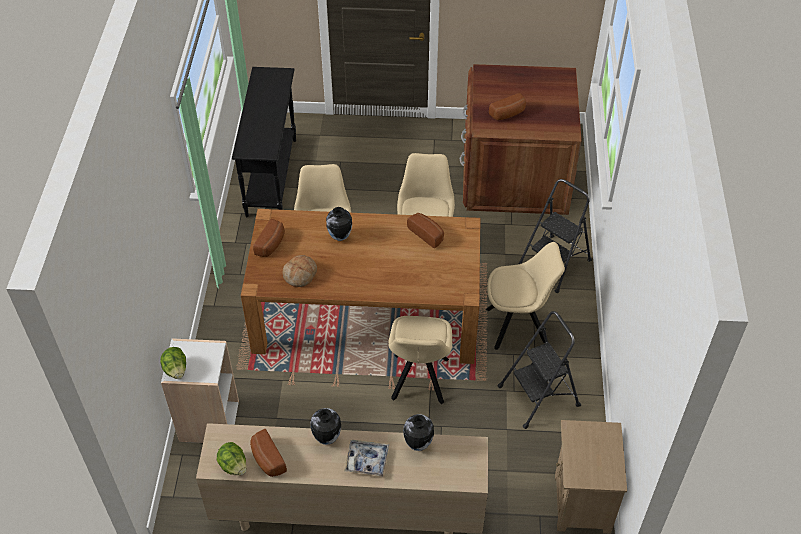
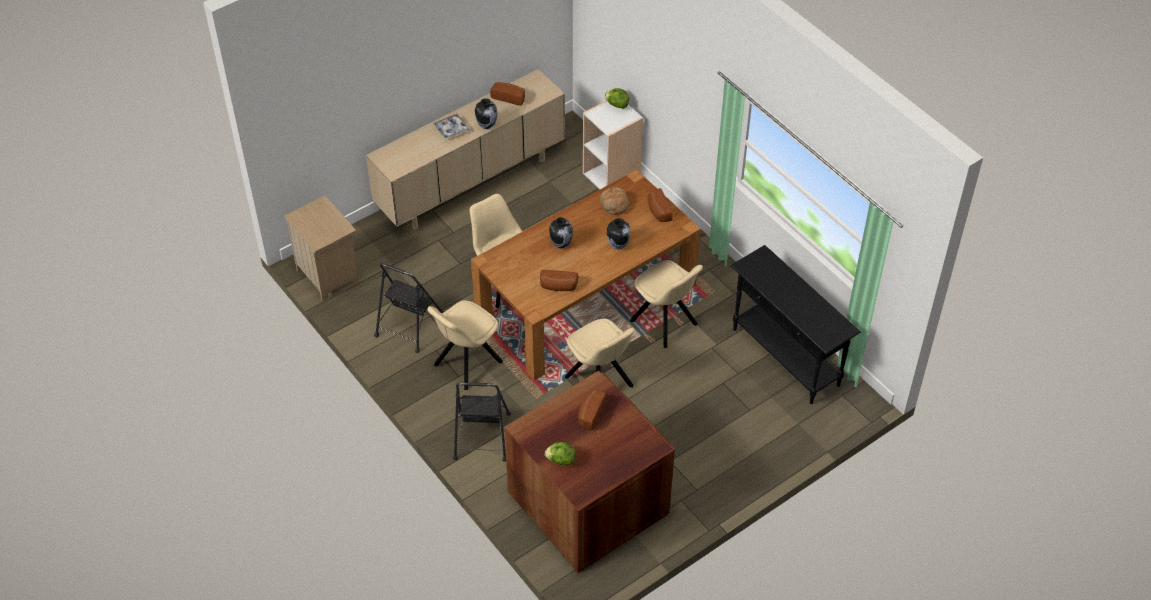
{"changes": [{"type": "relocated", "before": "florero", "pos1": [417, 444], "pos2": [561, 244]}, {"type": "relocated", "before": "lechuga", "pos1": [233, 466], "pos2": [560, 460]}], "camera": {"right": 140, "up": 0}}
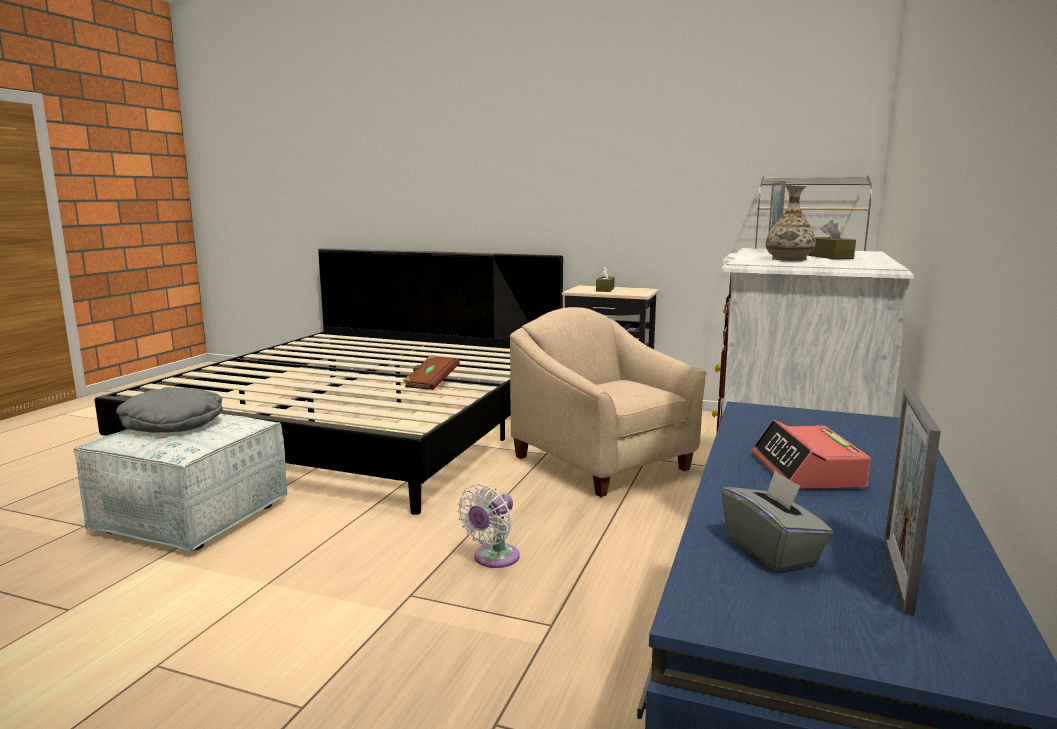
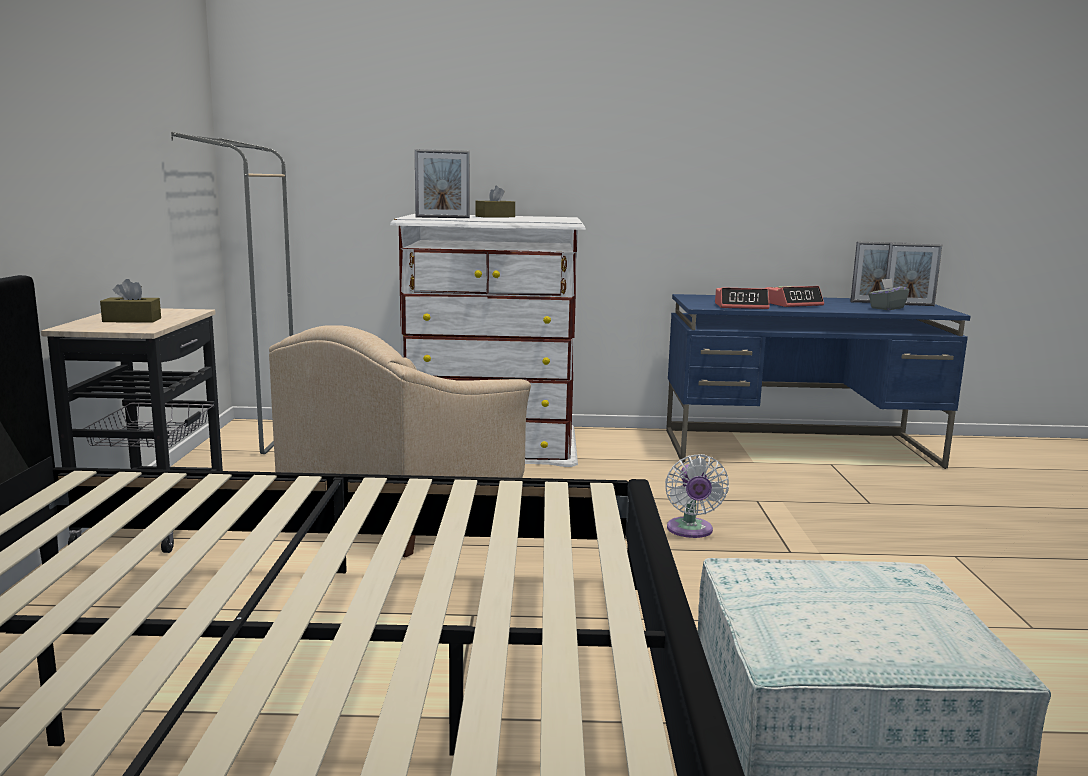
{"changes": [{"type": "missing", "before": "florero", "pos1": [789, 259]}, {"type": "missing", "before": "libro (marrón)", "pos1": [431, 383]}, {"type": "missing", "before": "cojín (gris)", "pos1": [175, 424]}, {"type": "spun", "before": "ventilador (blanco)", "pos1": [493, 558], "pos2": [690, 531], "turn": 75}, {"type": "appeared", "after": "portarretratos", "pos2": [908, 305]}, {"type": "appeared", "after": "despertador", "pos2": [741, 306]}], "camera": {"right": -110, "up": 0}}
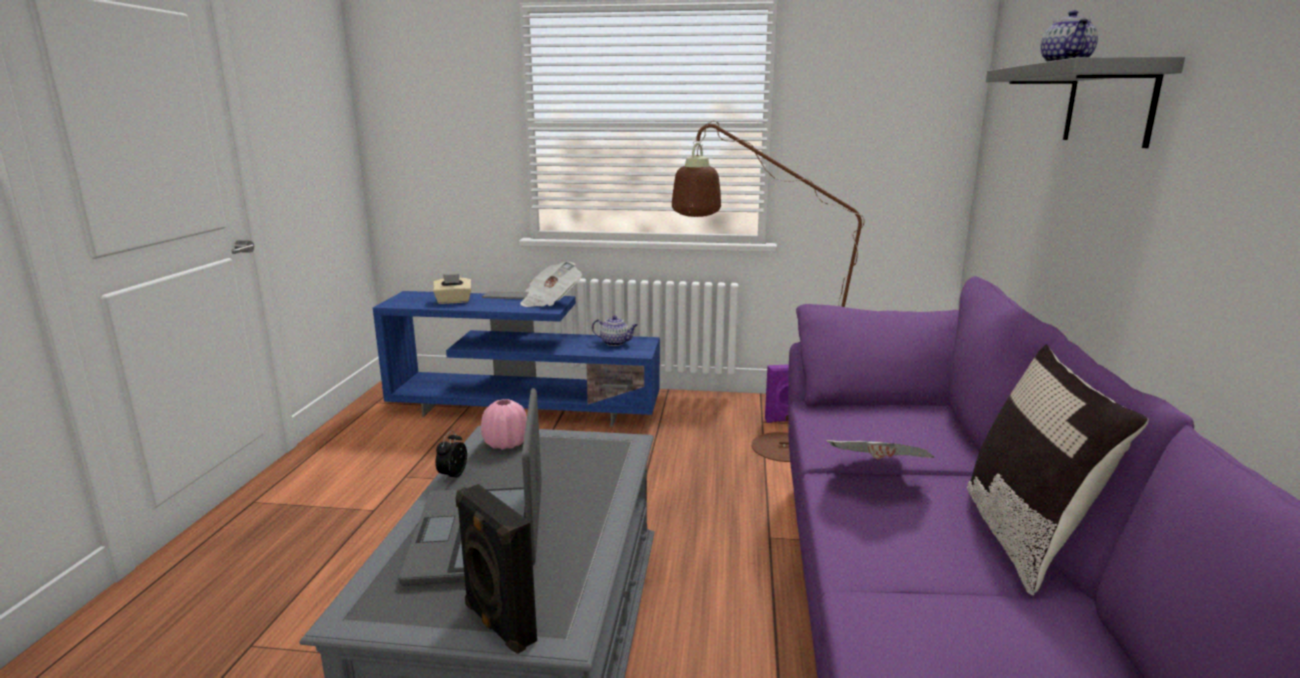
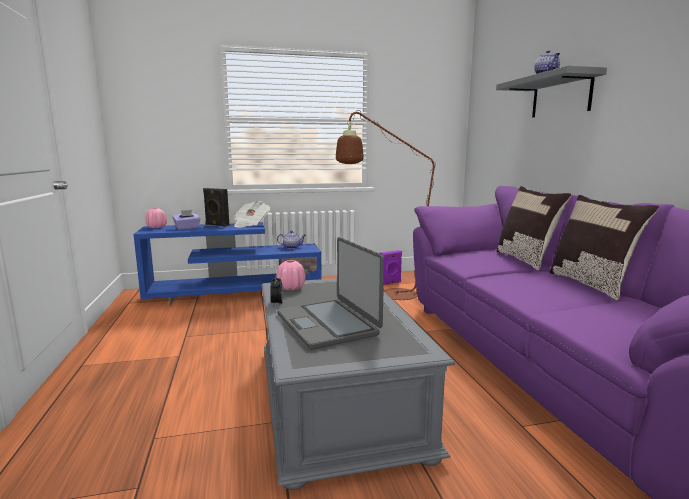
{"changes": [{"type": "colour", "before": "caja de pañuelos (beis)", "after": "caja de pañuelos (morado)", "pos1": [453, 301], "pos2": [187, 228]}, {"type": "missing", "before": "periódico", "pos1": [876, 475]}, {"type": "relocated", "before": "altavoz (negro)", "pos1": [498, 624], "pos2": [216, 225]}, {"type": "appeared", "after": "cojín", "pos2": [525, 260]}, {"type": "appeared", "after": "florero (rosa)", "pos2": [156, 227]}], "camera": {"right": -20, "up": -5}}
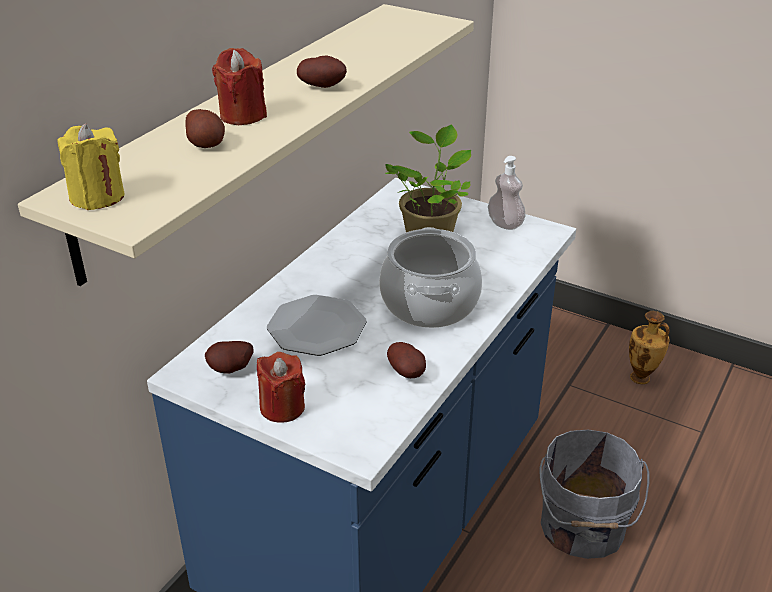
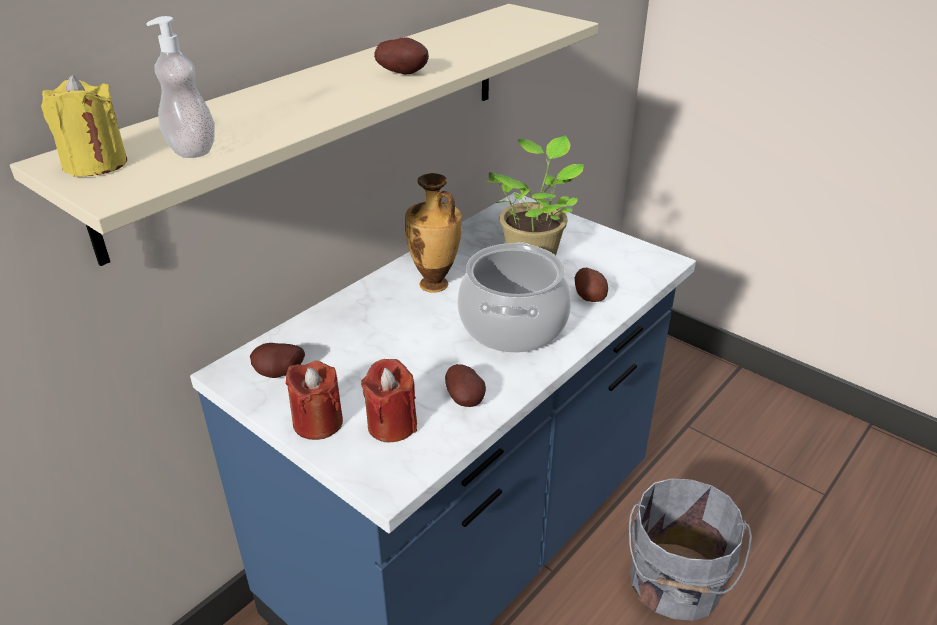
{"changes": [{"type": "relocated", "before": "vela (rojo)", "pos1": [243, 115], "pos2": [392, 425]}, {"type": "relocated", "before": "patata", "pos1": [206, 144], "pos2": [590, 296]}, {"type": "relocated", "before": "dispensador de jabón", "pos1": [505, 224], "pos2": [192, 150]}, {"type": "missing", "before": "plato", "pos1": [317, 328]}, {"type": "relocated", "before": "florero", "pos1": [641, 378], "pos2": [435, 285]}], "camera": {"right": 10, "up": 0}}
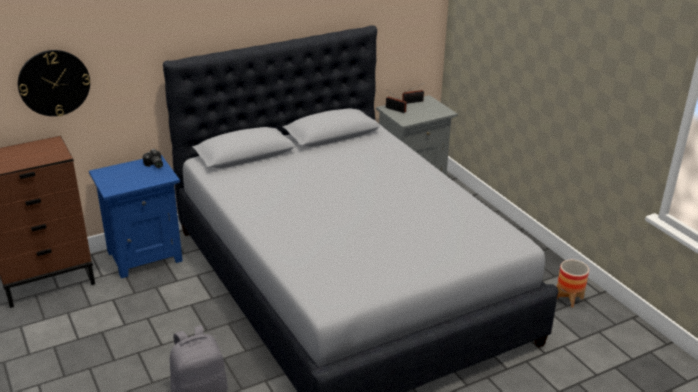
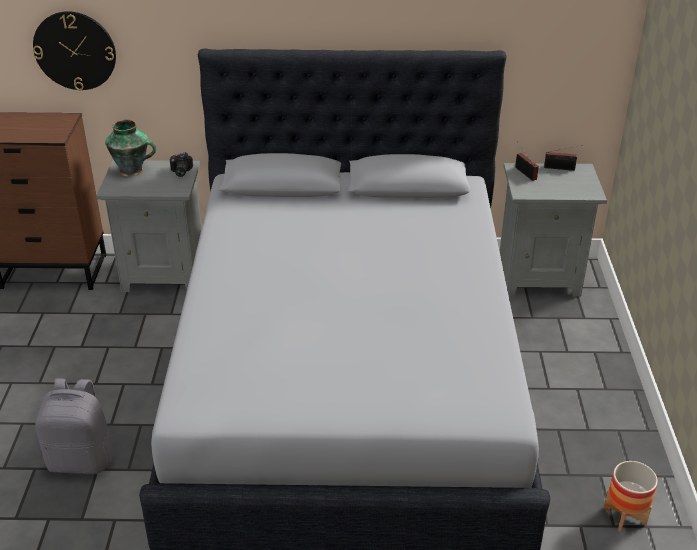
{"changes": [{"type": "colour", "before": "mesita de noche (azul)", "after": "mesita de noche (gris)", "pos1": [146, 257], "pos2": [164, 275]}, {"type": "appeared", "after": "florero", "pos2": [132, 171]}], "camera": {"right": 30, "up": 5}}
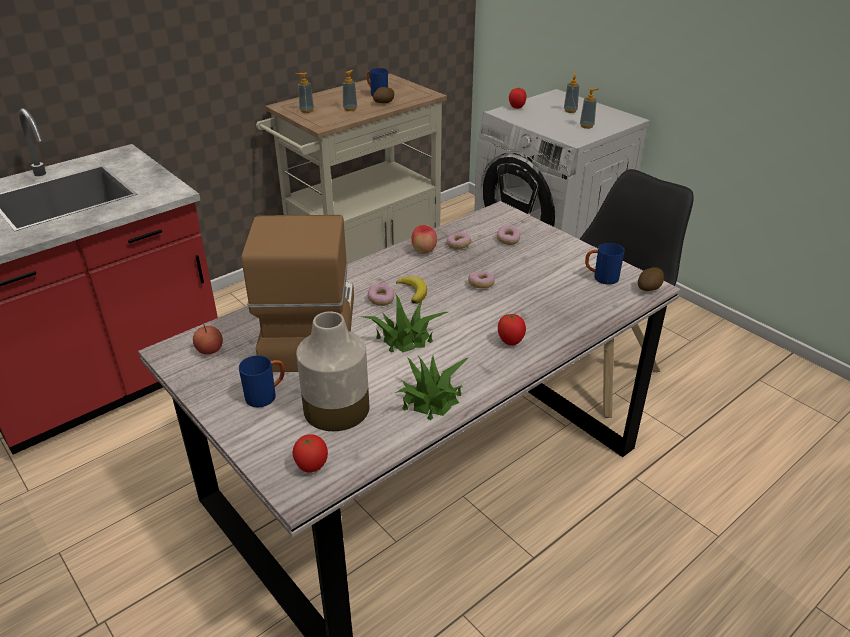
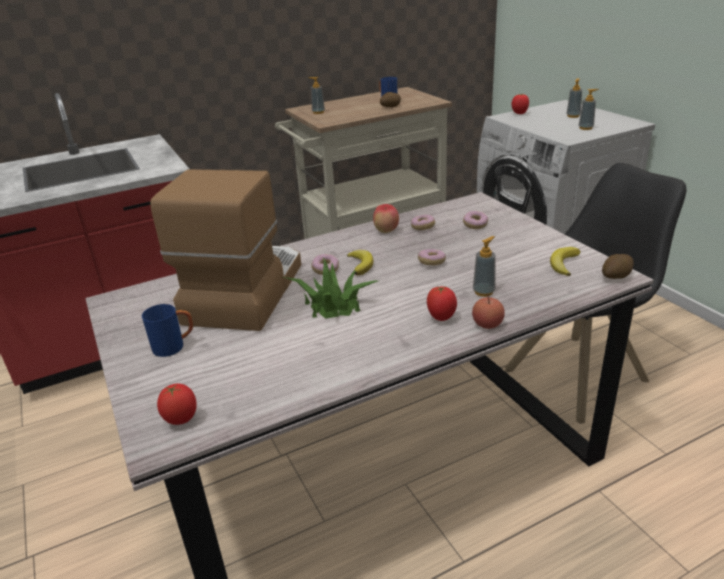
{"changes": [{"type": "relocated", "before": "dispensador de jabón", "pos1": [350, 109], "pos2": [484, 292]}, {"type": "exchanged", "before": "taza grande (azul)", "after": "plátano", "pos1": [601, 278], "pos2": [563, 264]}, {"type": "missing", "before": "florero (beis)", "pos1": [337, 408]}, {"type": "relocated", "before": "manzana", "pos1": [210, 350], "pos2": [487, 324]}, {"type": "missing", "before": "planta en maceta", "pos1": [431, 399]}], "camera": {"right": 15, "up": -5}}
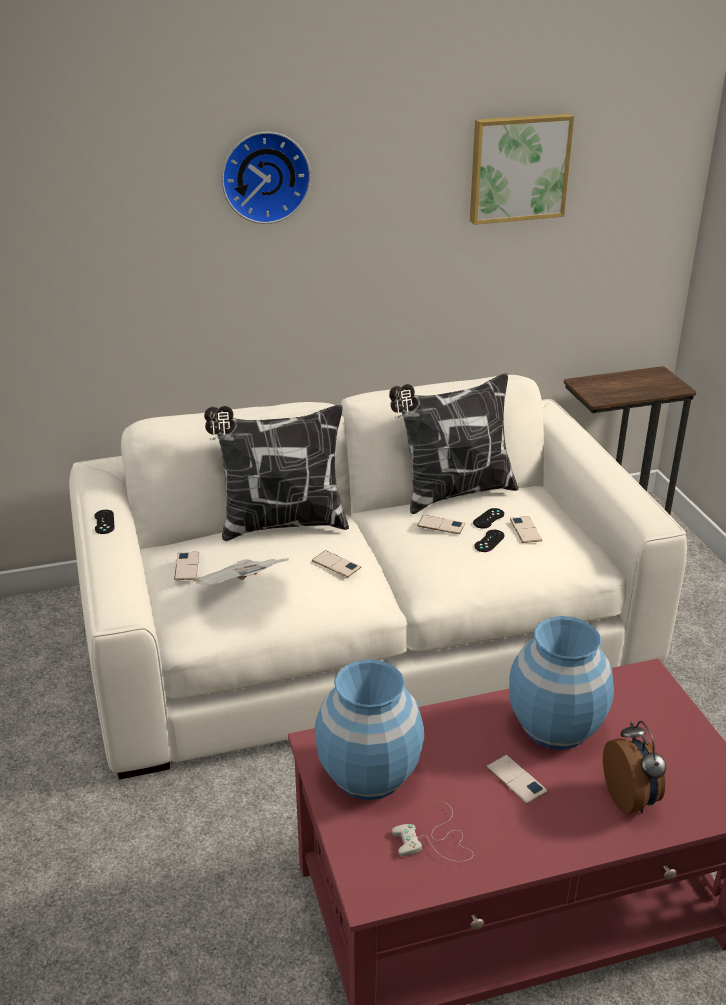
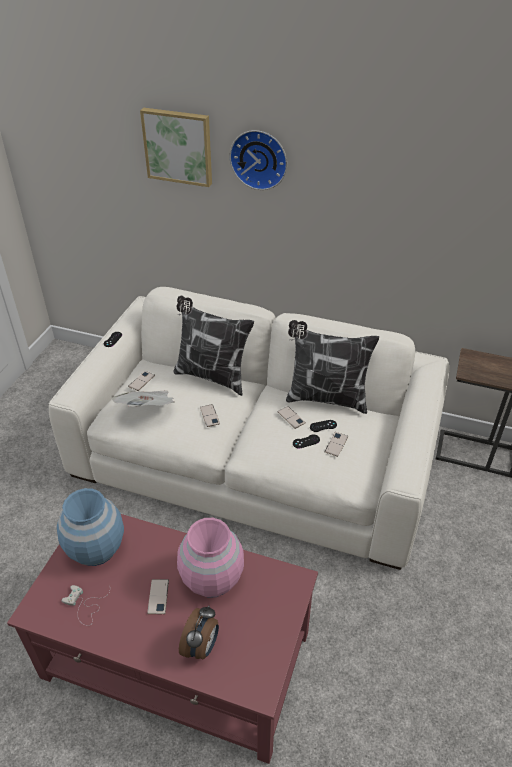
{"changes": [{"type": "relocated", "before": "cuadro", "pos1": [518, 168], "pos2": [178, 146]}, {"type": "colour", "before": "florero (azul)", "after": "florero (rosa)", "pos1": [556, 726], "pos2": [212, 579]}], "camera": {"right": 35, "up": 10}}
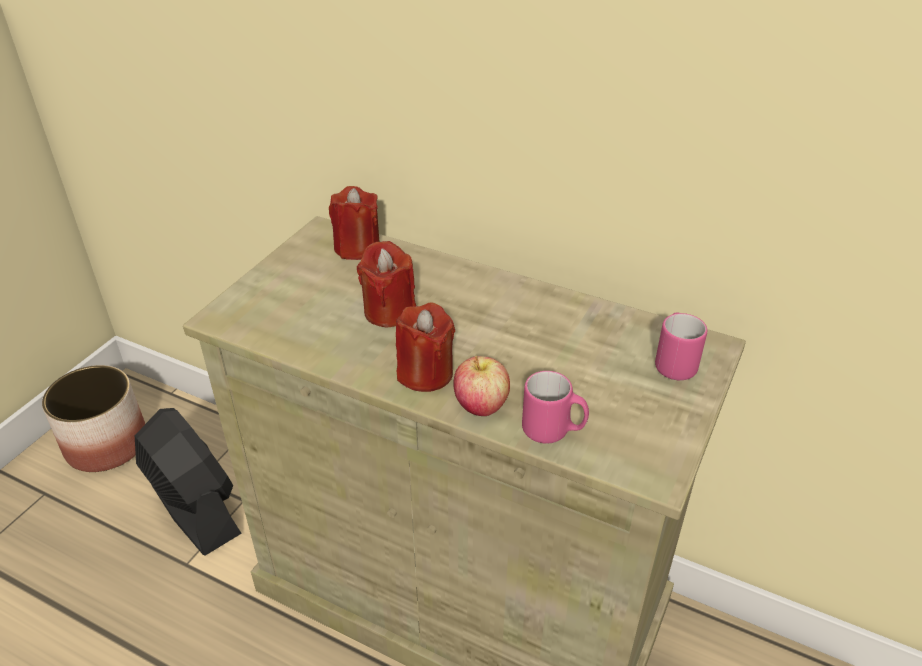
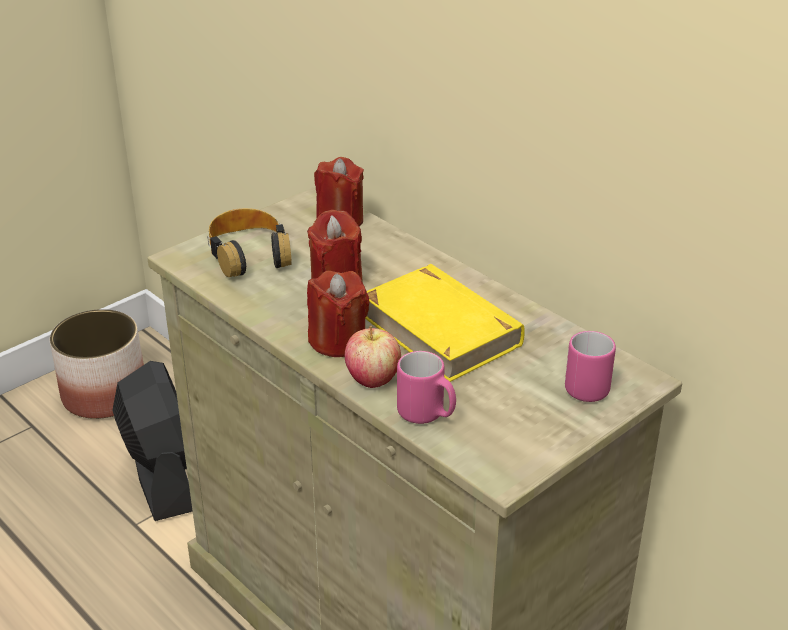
{"changes": [{"type": "appeared", "after": "auriculares", "pos2": [249, 253]}, {"type": "appeared", "after": "libro (amarillo)", "pos2": [440, 329]}], "camera": {"right": 20, "up": -5}}
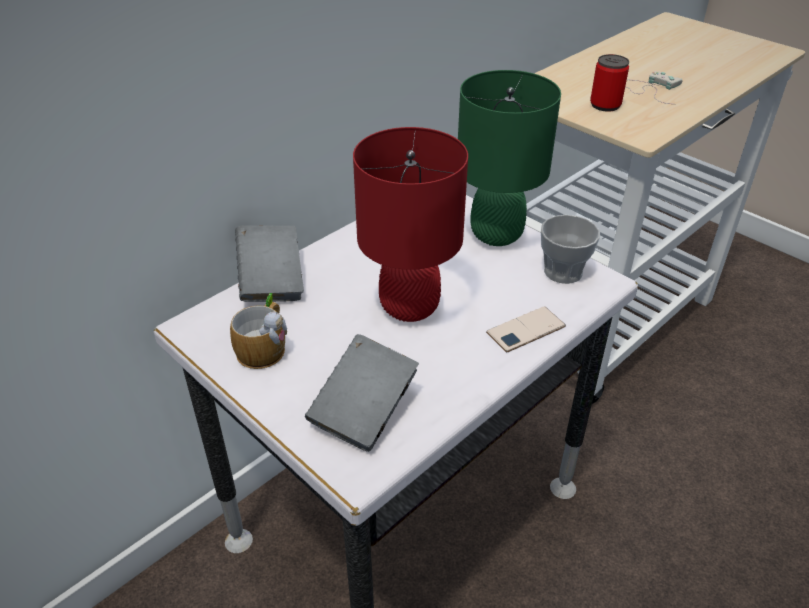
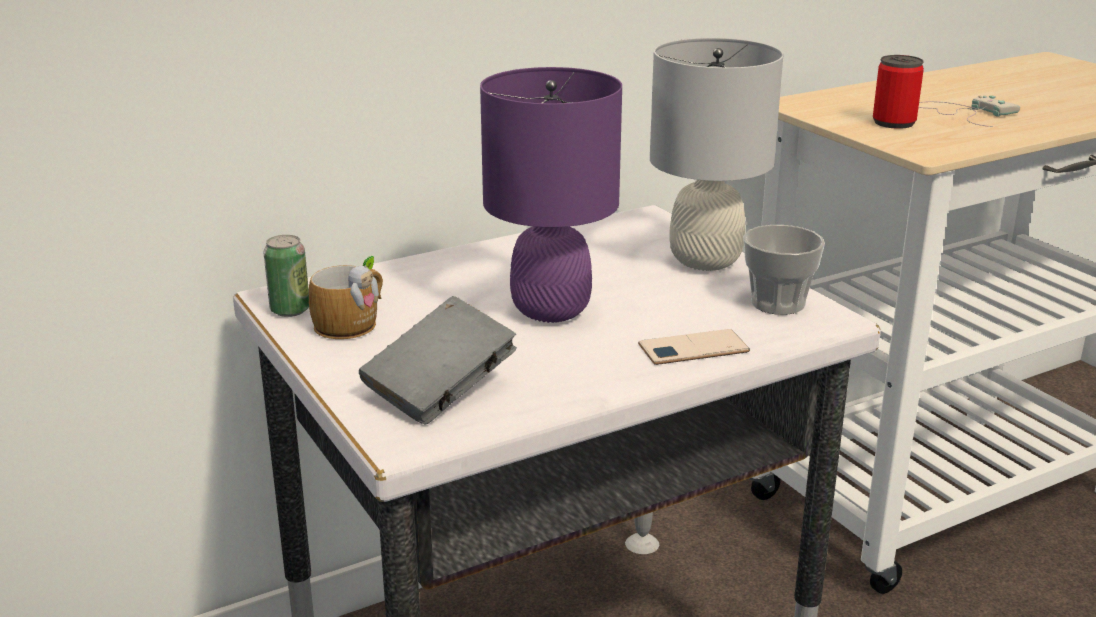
{"changes": [{"type": "colour", "before": "lámpara de mesa (verde)", "after": "lámpara de mesa (gris)", "pos1": [498, 236], "pos2": [708, 262]}, {"type": "colour", "before": "lámpara de mesa (rojo)", "after": "lámpara de mesa (morado)", "pos1": [410, 311], "pos2": [551, 314]}, {"type": "missing", "before": "libro (gris)", "pos1": [271, 281]}, {"type": "appeared", "after": "lata", "pos2": [290, 310]}], "camera": {"right": 15, "up": -15}}
